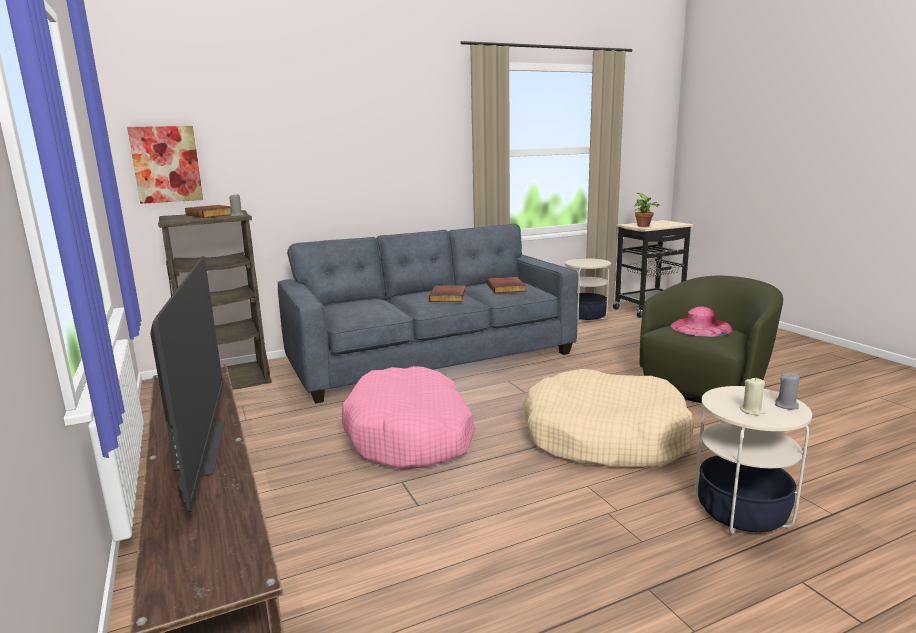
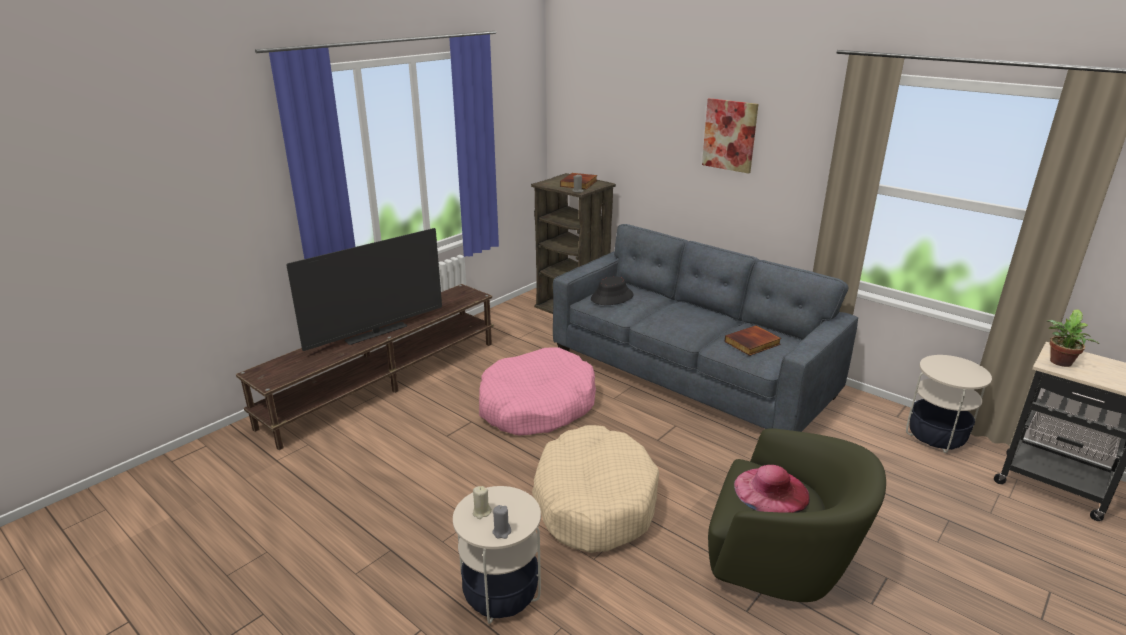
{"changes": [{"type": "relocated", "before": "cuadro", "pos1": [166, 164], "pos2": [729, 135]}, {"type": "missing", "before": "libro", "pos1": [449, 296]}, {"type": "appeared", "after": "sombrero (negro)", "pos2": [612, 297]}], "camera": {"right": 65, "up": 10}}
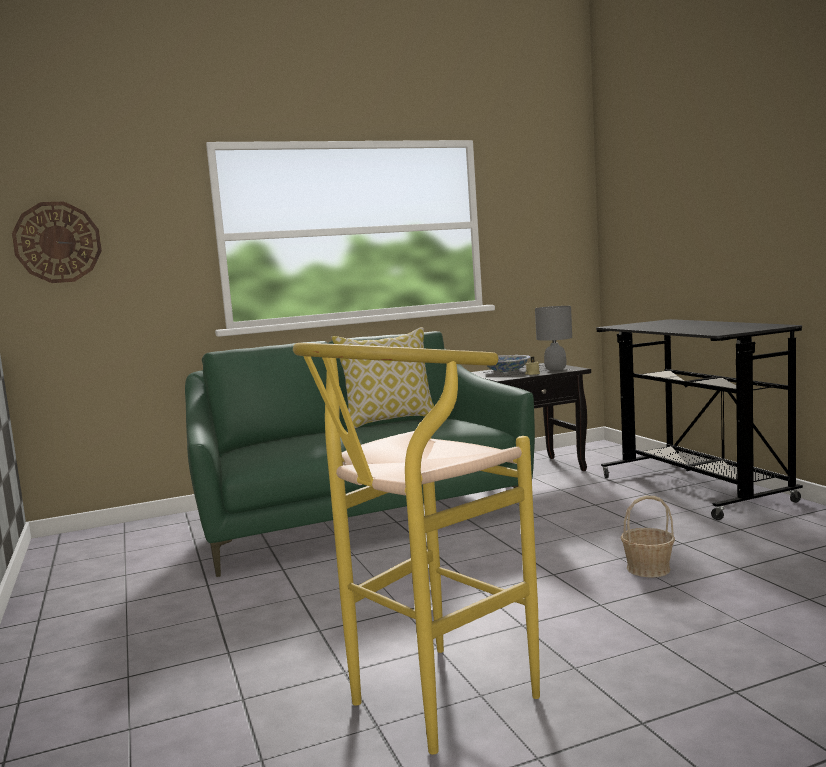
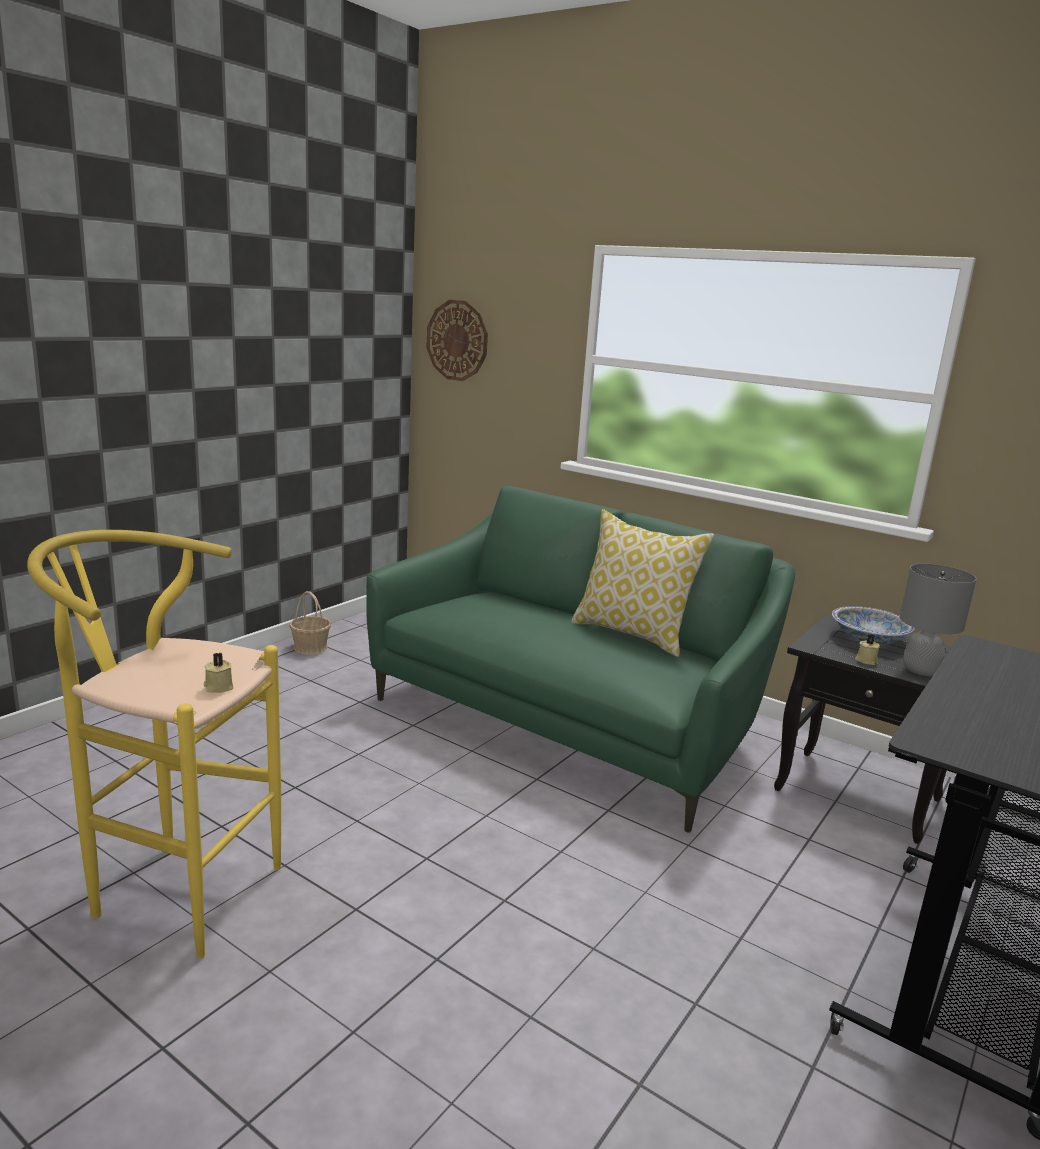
{"changes": [{"type": "relocated", "before": "cesta", "pos1": [647, 569], "pos2": [310, 647]}, {"type": "appeared", "after": "vela (beis)", "pos2": [218, 687]}], "camera": {"right": 55, "up": 10}}
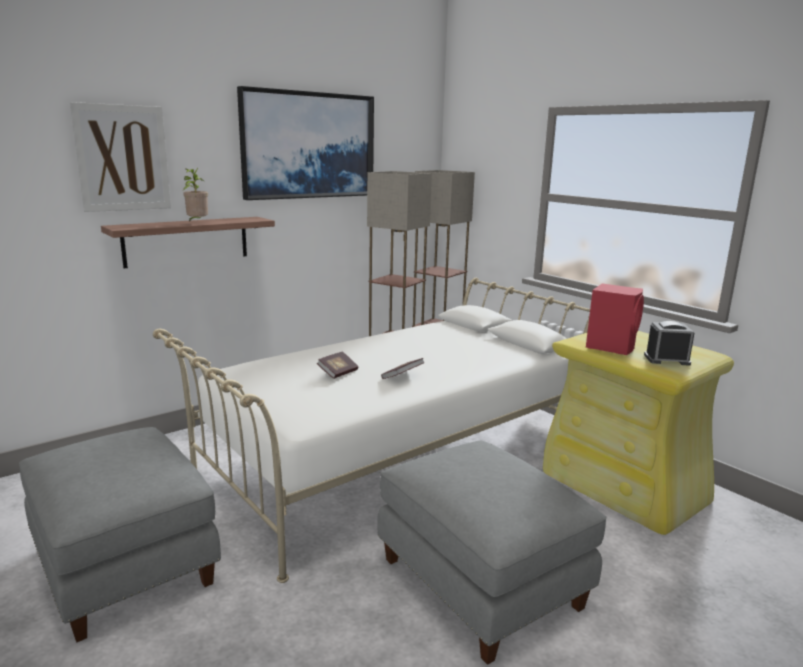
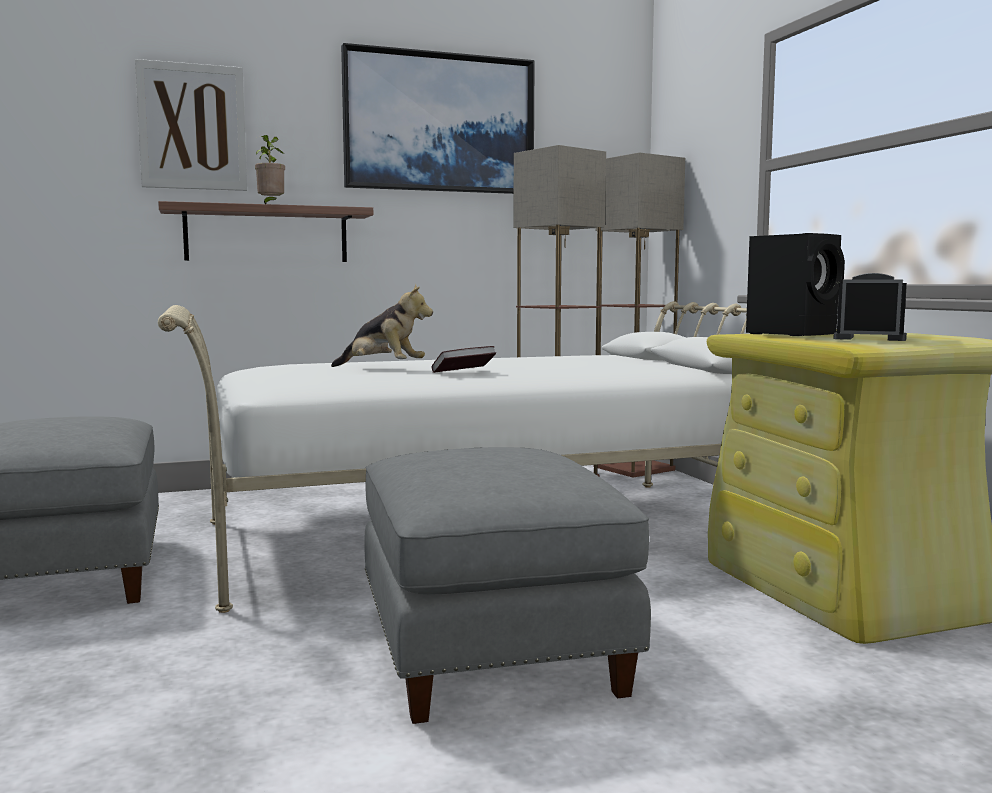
{"changes": [{"type": "colour", "before": "altavoz (rojo)", "after": "altavoz (negro)", "pos1": [611, 346], "pos2": [793, 334]}, {"type": "exchanged", "before": "libro", "after": "peluche", "pos1": [338, 373], "pos2": [382, 368]}], "camera": {"right": 20, "up": -10}}
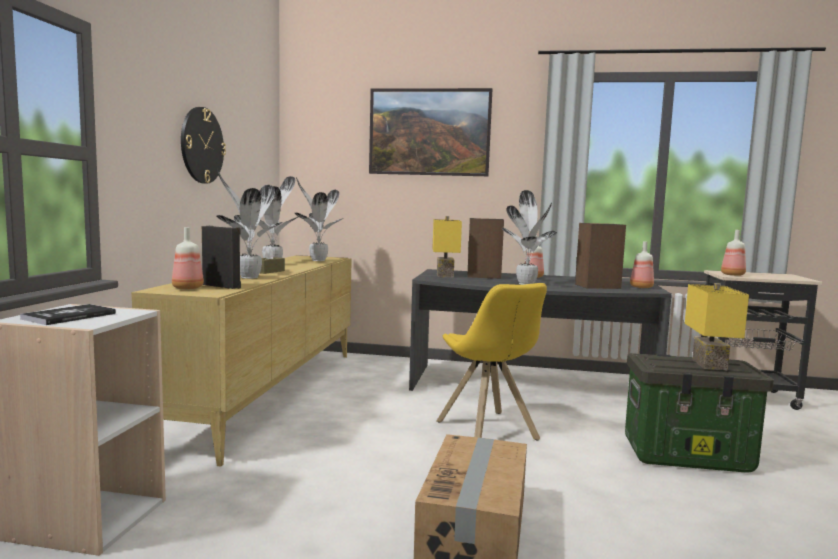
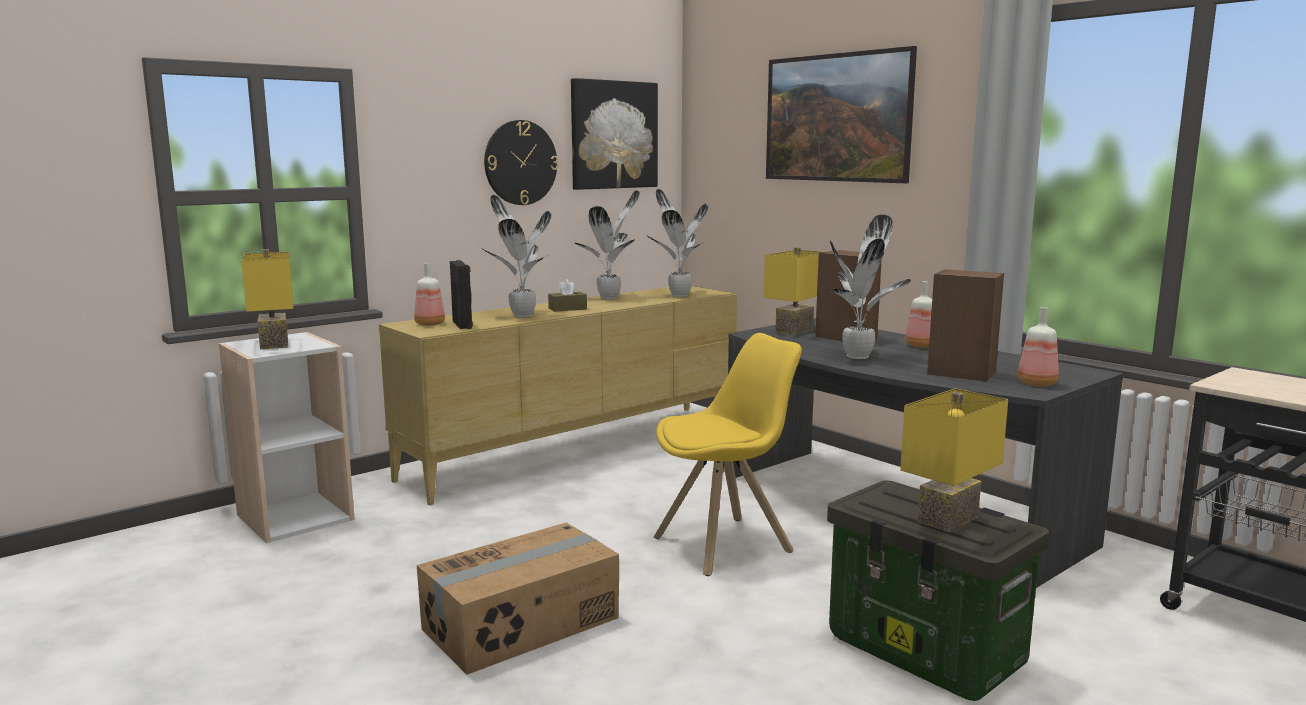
{"changes": [{"type": "missing", "before": "botella", "pos1": [732, 275]}, {"type": "spun", "before": "silla (amarillo)", "pos1": [487, 430], "pos2": [724, 544], "turn": -135}, {"type": "exchanged", "before": "libro", "after": "lámpara de mesa (amarillo)", "pos1": [69, 316], "pos2": [271, 344]}, {"type": "appeared", "after": "cuadro", "pos2": [613, 135]}], "camera": {"right": 40, "up": 5}}
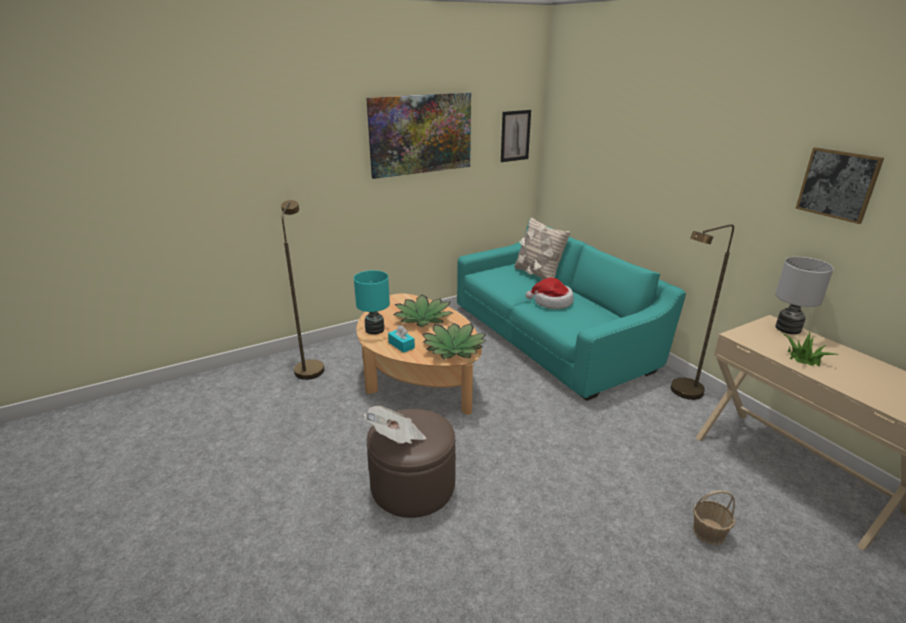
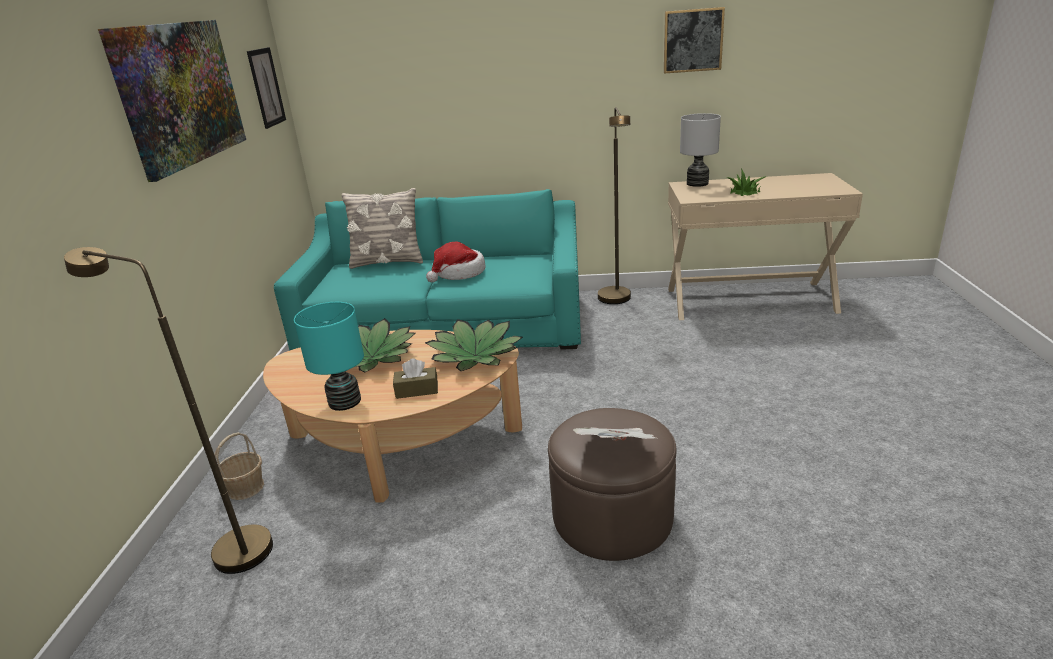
{"changes": [{"type": "colour", "before": "caja de pañuelos (turquesa)", "after": "caja de pañuelos (marrón)", "pos1": [401, 345], "pos2": [417, 390]}, {"type": "relocated", "before": "cesta", "pos1": [709, 532], "pos2": [246, 487]}], "camera": {"right": -55, "up": 0}}
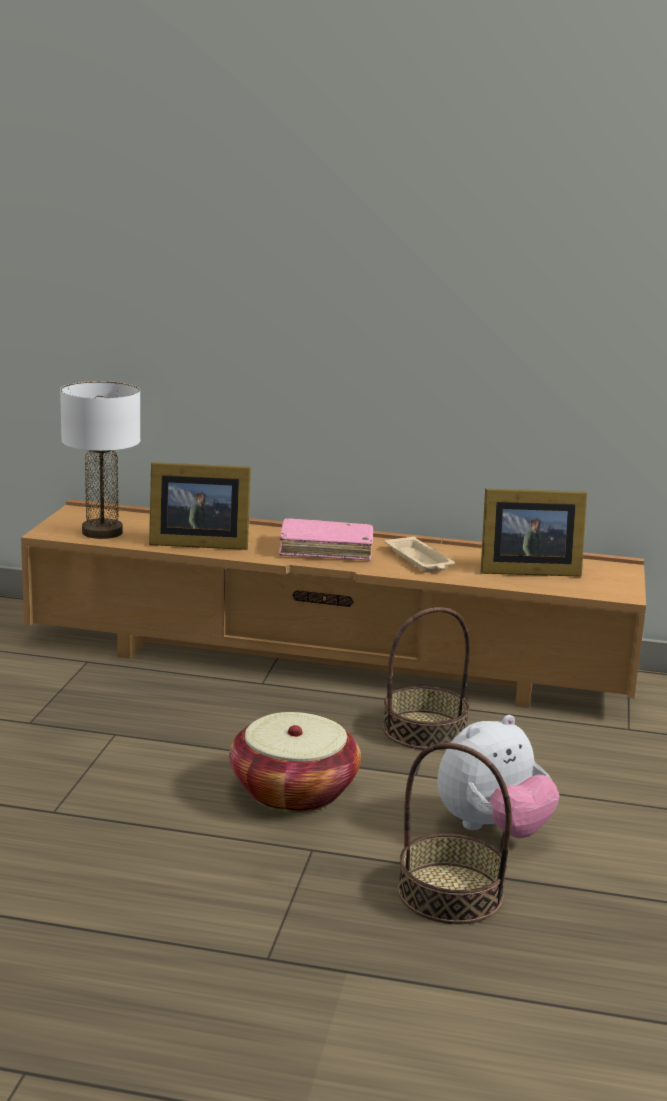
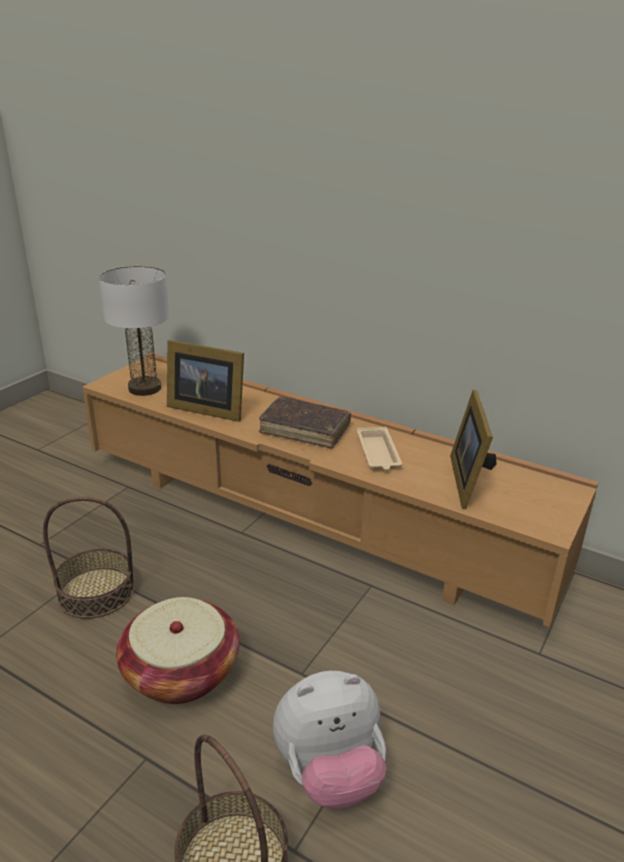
{"changes": [{"type": "spun", "before": "portarretratos", "pos1": [525, 570], "pos2": [470, 480], "turn": 75}, {"type": "colour", "before": "libro (rosa)", "after": "libro (marrón)", "pos1": [326, 550], "pos2": [305, 430]}, {"type": "relocated", "before": "cesta", "pos1": [424, 730], "pos2": [96, 592]}], "camera": {"right": 20, "up": 10}}
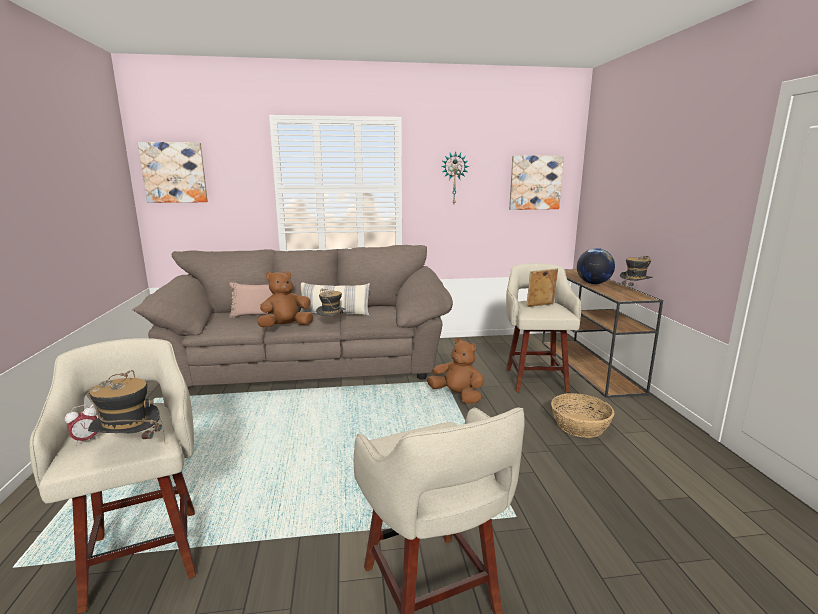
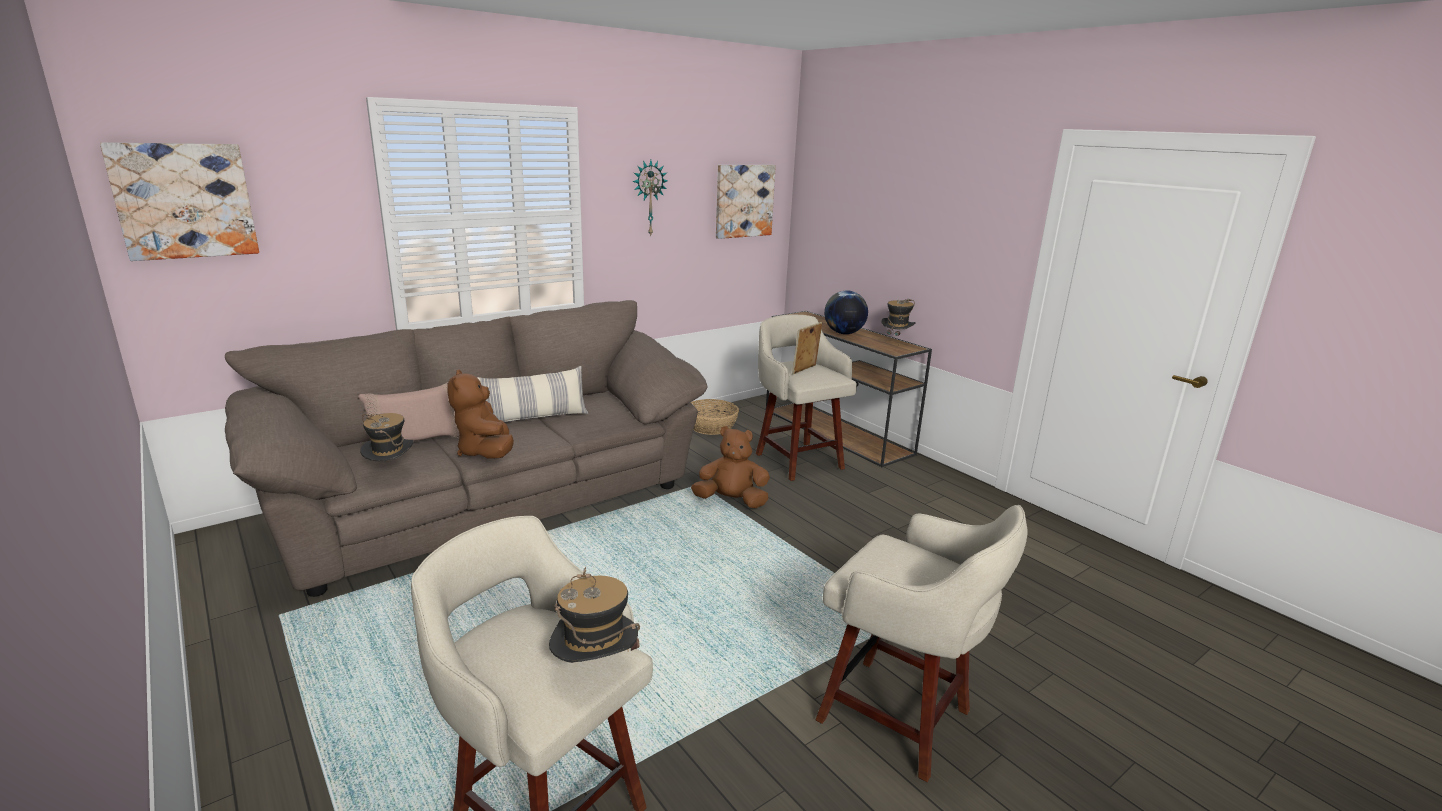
{"changes": [{"type": "spun", "before": "peluche (marrón)", "pos1": [286, 327], "pos2": [486, 452], "turn": -45}, {"type": "relocated", "before": "sombrero", "pos1": [332, 325], "pos2": [391, 473]}, {"type": "relocated", "before": "cesta", "pos1": [579, 425], "pos2": [711, 426]}, {"type": "missing", "before": "despertador", "pos1": [86, 440]}], "camera": {"right": -30, "up": 5}}
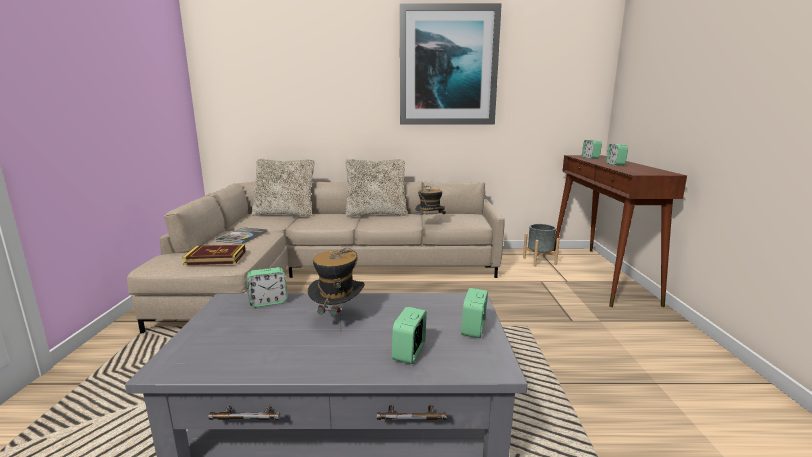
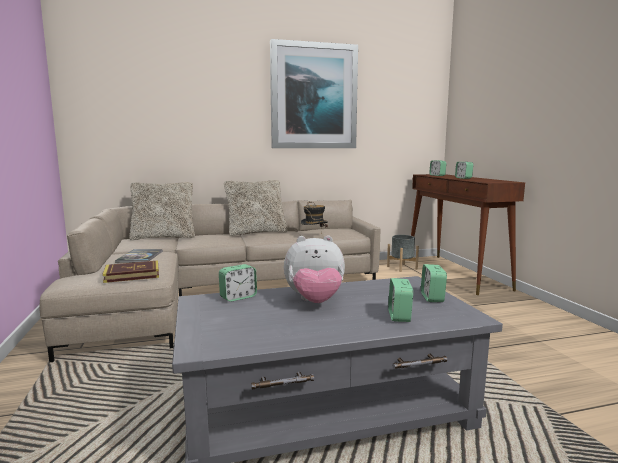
{"changes": [{"type": "exchanged", "before": "sombrero", "after": "peluche", "pos1": [338, 318], "pos2": [315, 301]}], "camera": {"right": -15, "up": -5}}
